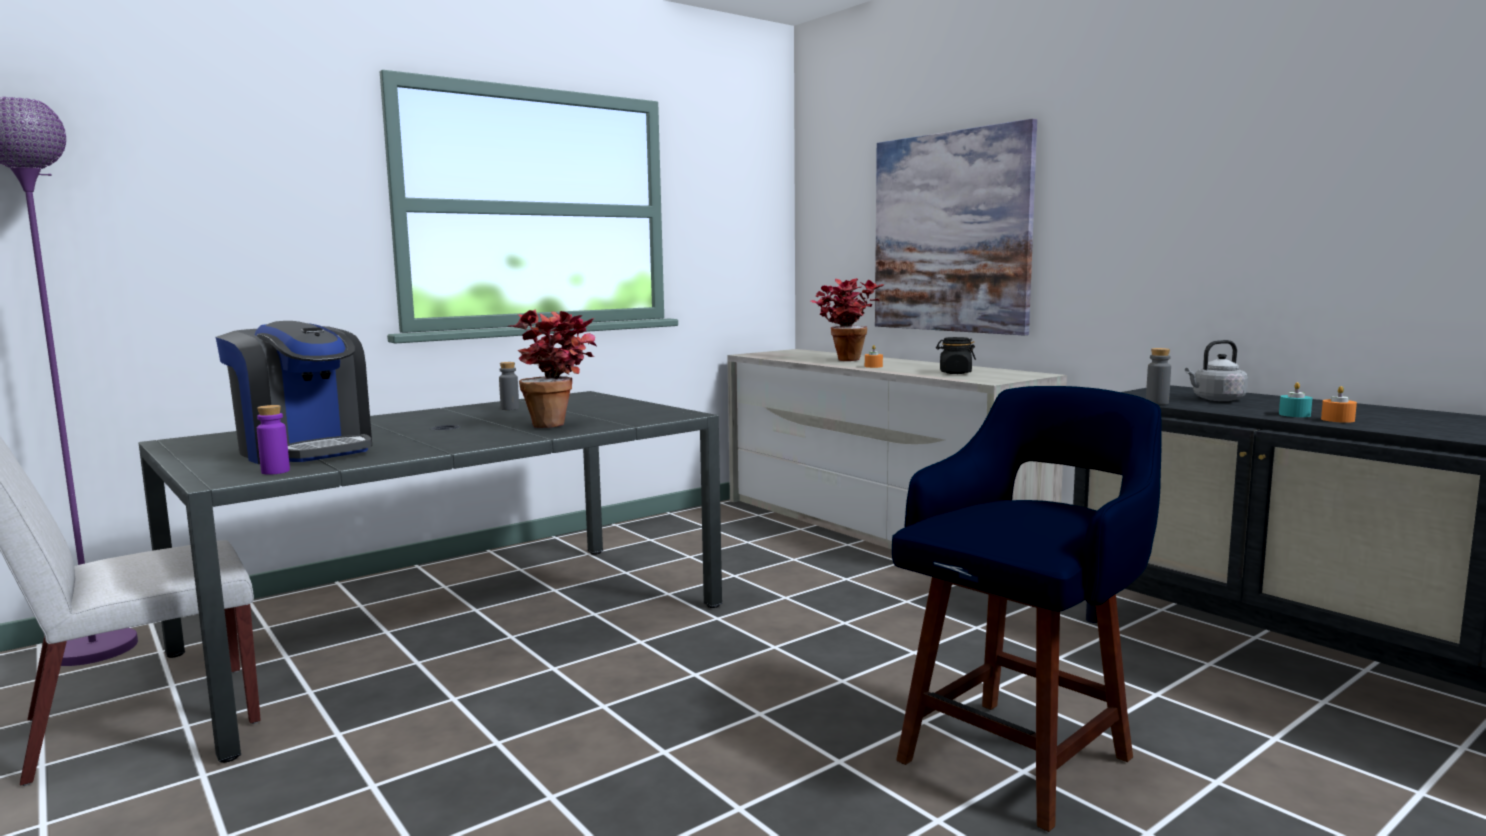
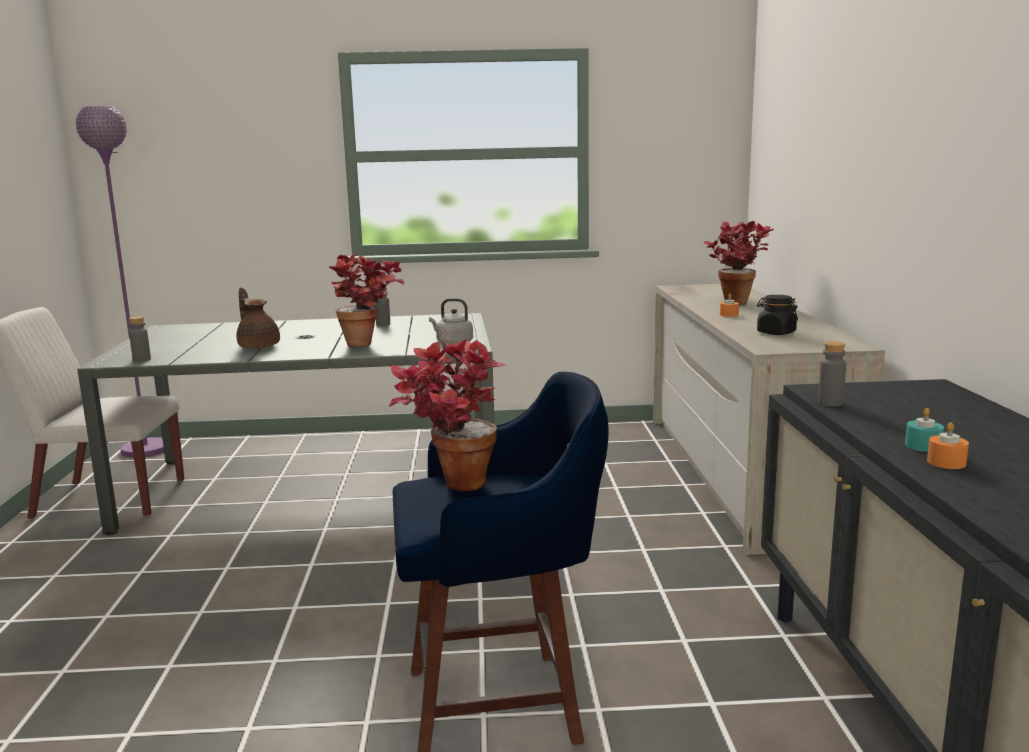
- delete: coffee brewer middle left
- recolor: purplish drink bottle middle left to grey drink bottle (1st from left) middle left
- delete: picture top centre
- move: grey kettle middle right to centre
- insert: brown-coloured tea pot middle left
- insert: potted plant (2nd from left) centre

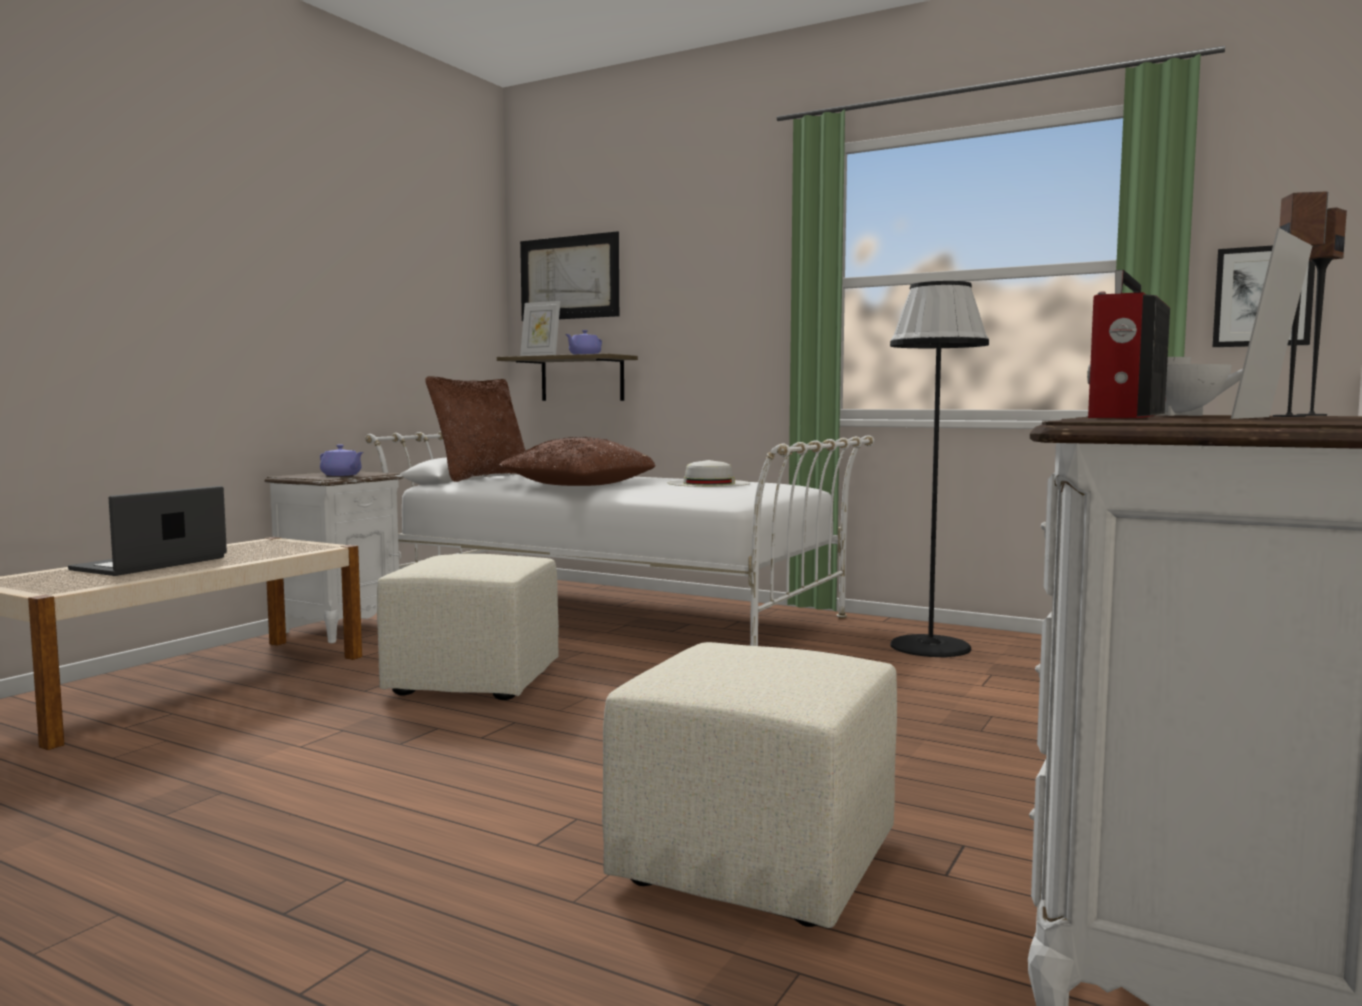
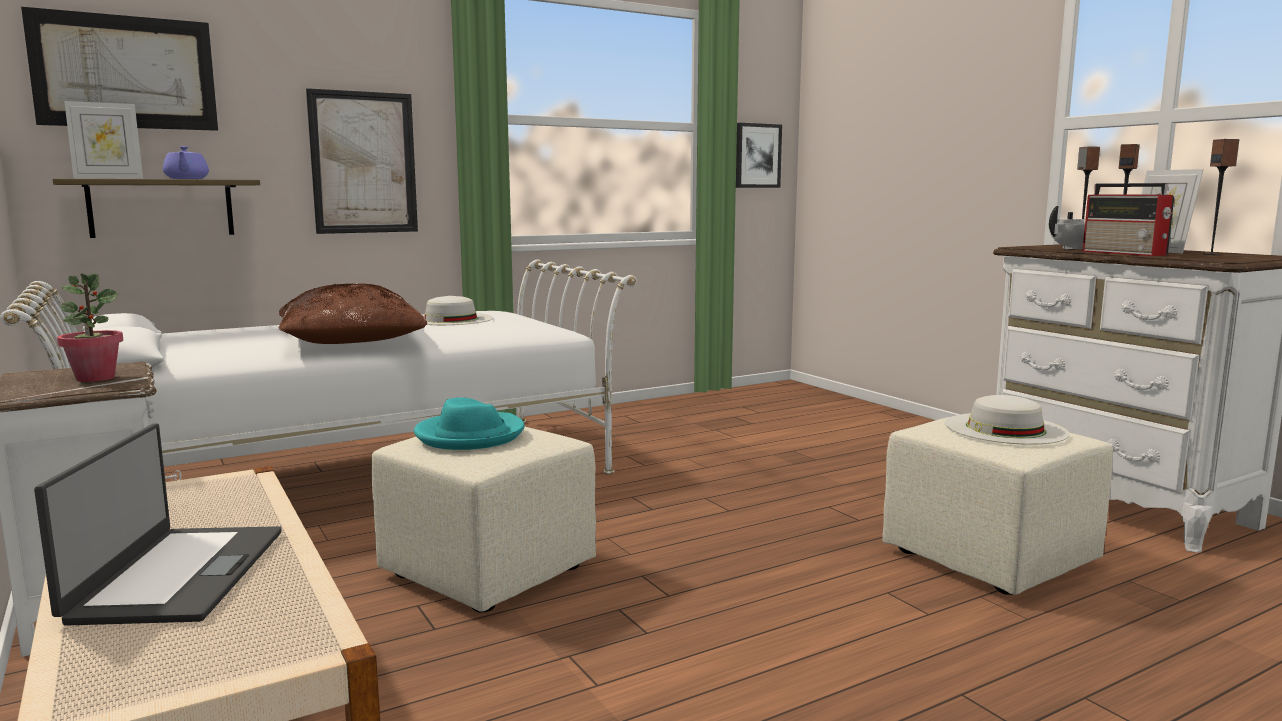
- rotate: portable computer middle left = bottom left 150 degrees counterclockwise
- replace: purplish tea pot (1st from left) middle left to potted plant middle left
- delete: brown-coloured cushion (1st from left) centre
- delete: blackish floor lamp middle right
- insert: picture (2nd from left) top left
- insert: turquoise-coloured hat centre
- insert: whitish hat (2nd from left) middle right
- insert: loudspeaker (3rd from left) top right

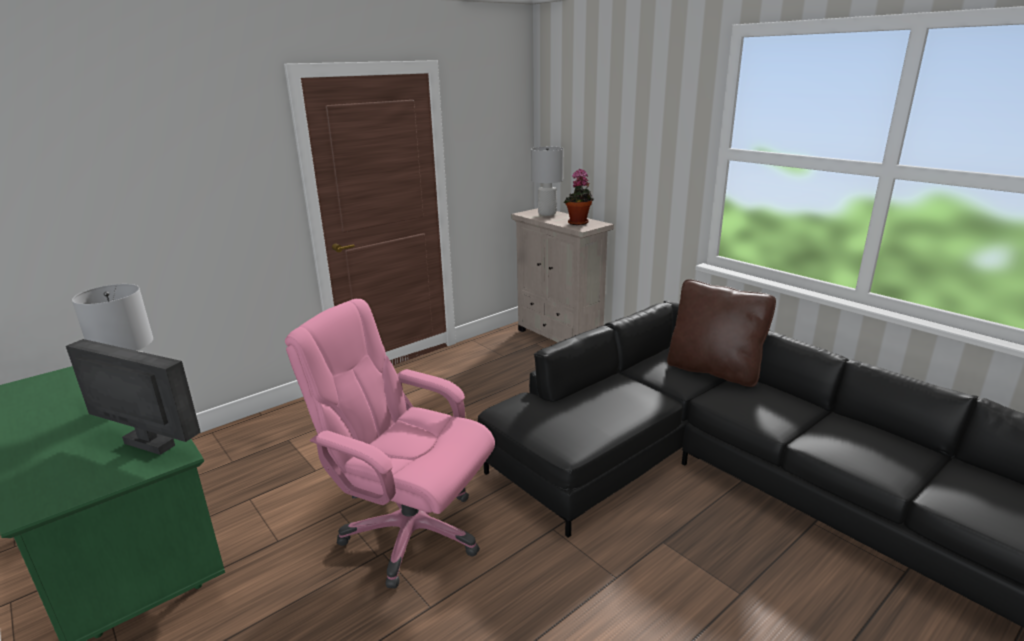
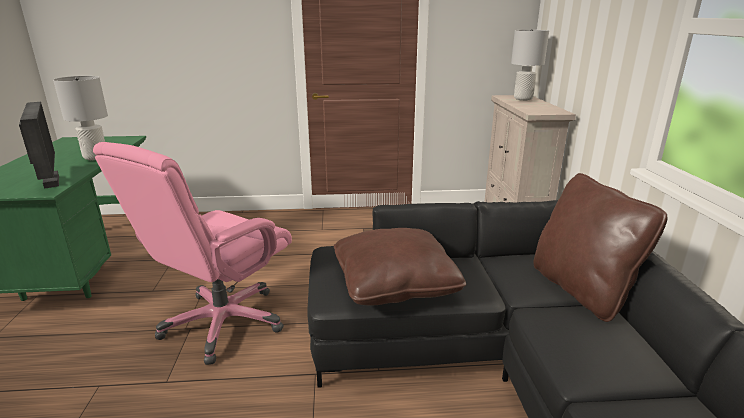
- rotate: pinkish computer chair bottom centre = middle left 120 degrees counterclockwise
- delete: potted plant top centre
- insert: brown-coloured cushion (1st from left) centre

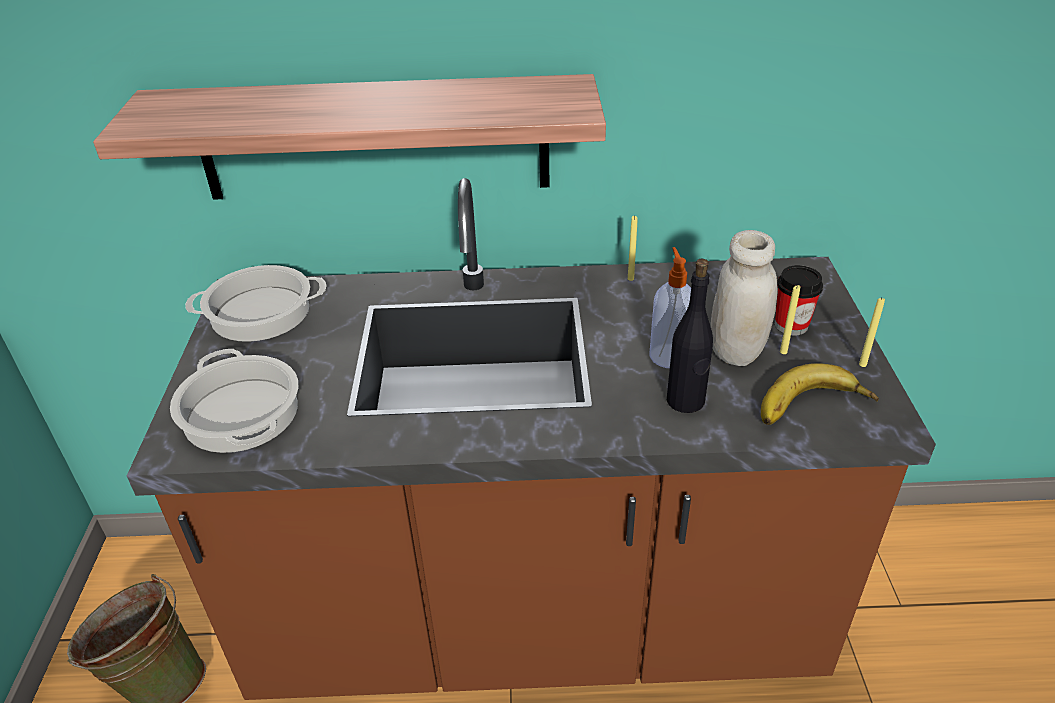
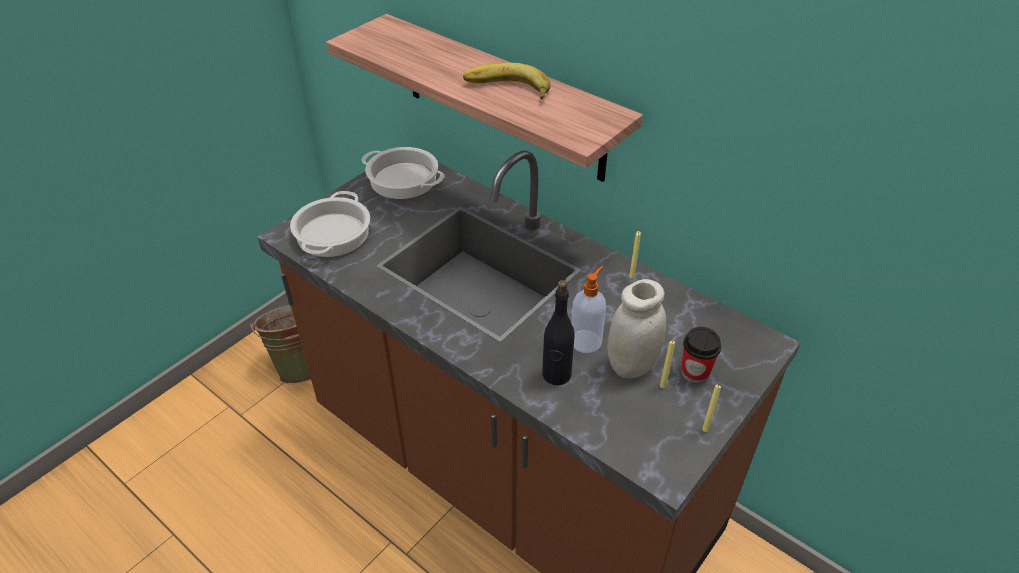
- move: banana middle right to top centre

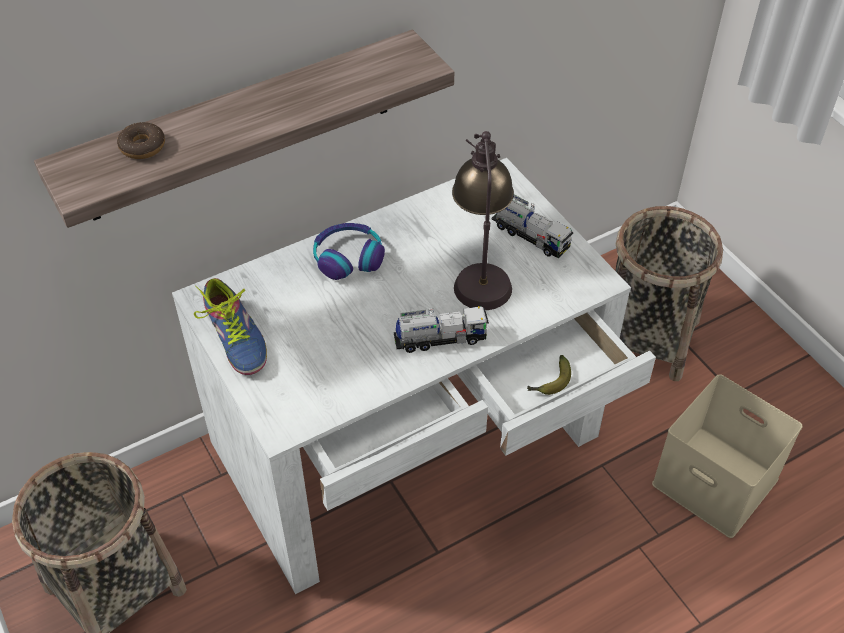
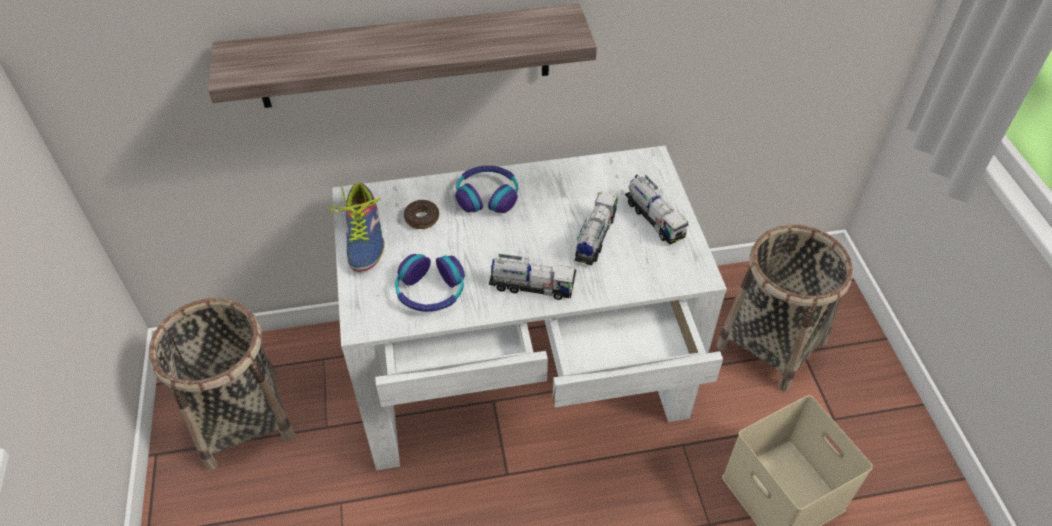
- move: donut top left to centre
- replace: lamp for a table centre to toy lorry (2nd from left) centre
- delete: banana centre
- insert: headphones (1st from left) centre

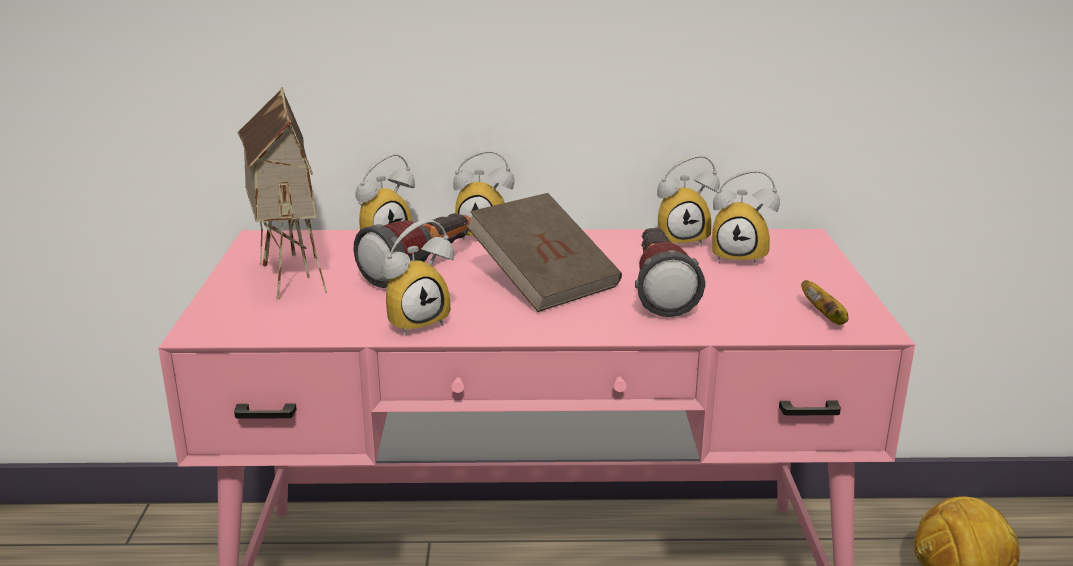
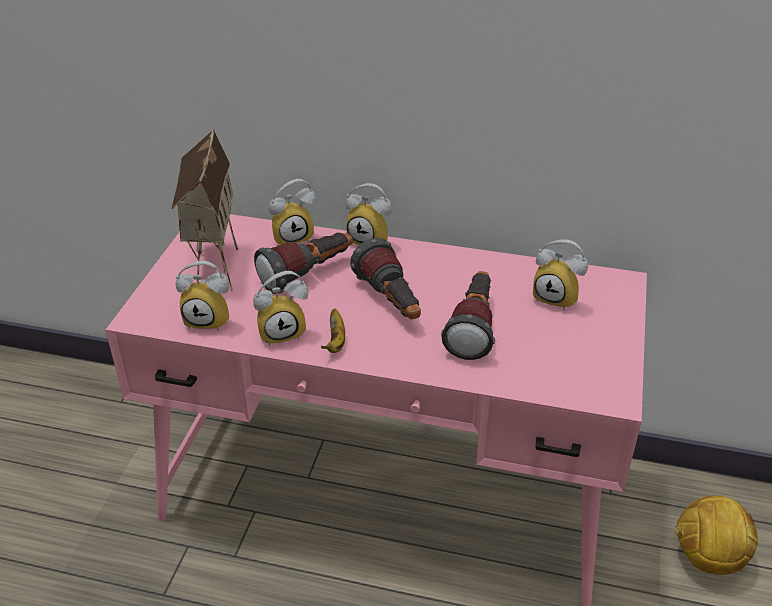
- replace: brown-coloured volume centre to flashlight (2nd from left) centre
- move: alarm clock (4th from left in the first image) centre to alarm clock (1st from left) middle left
- move: banana middle right to centre

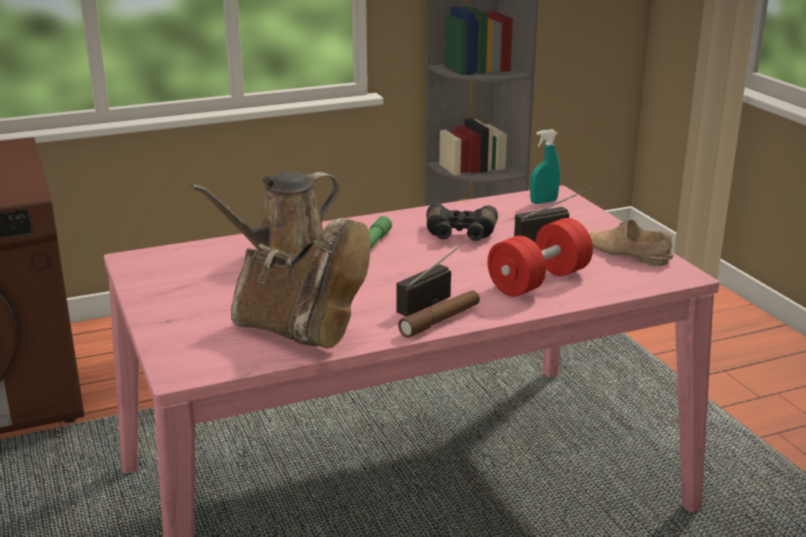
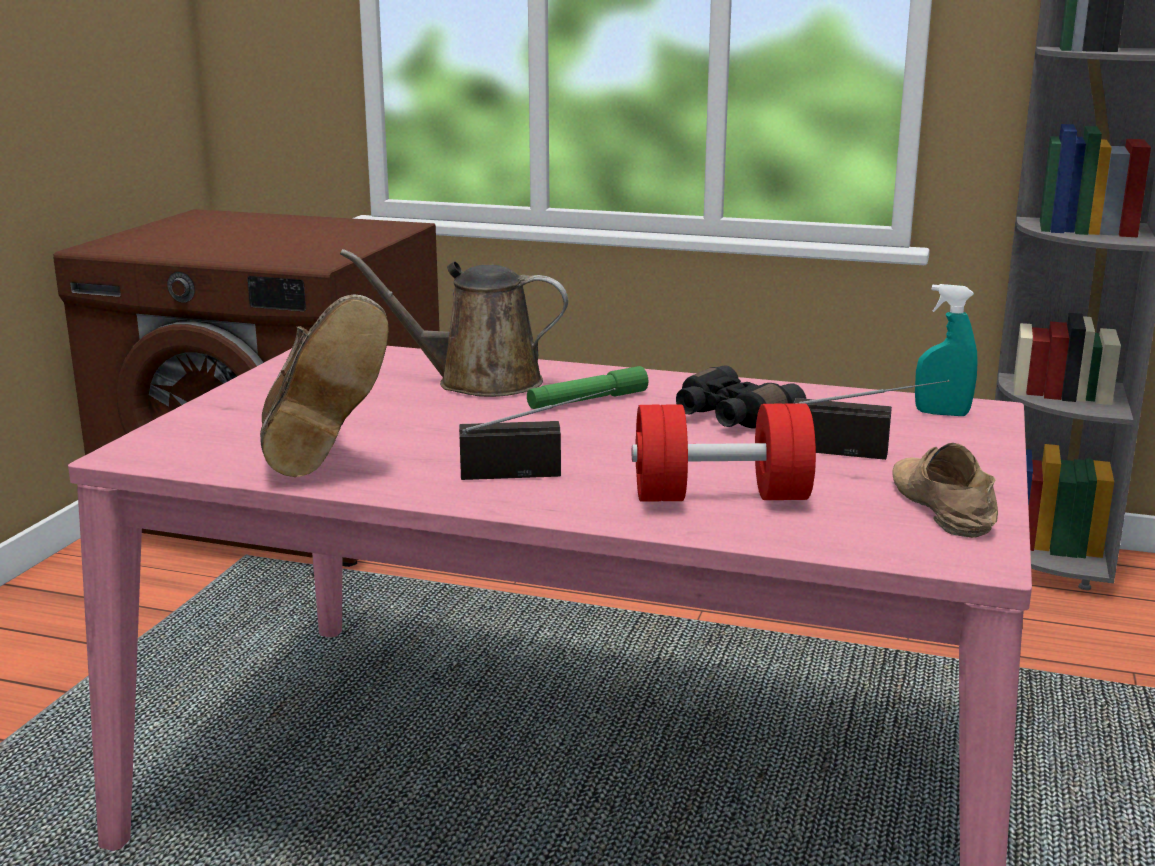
- delete: brown-coloured flashlight centre

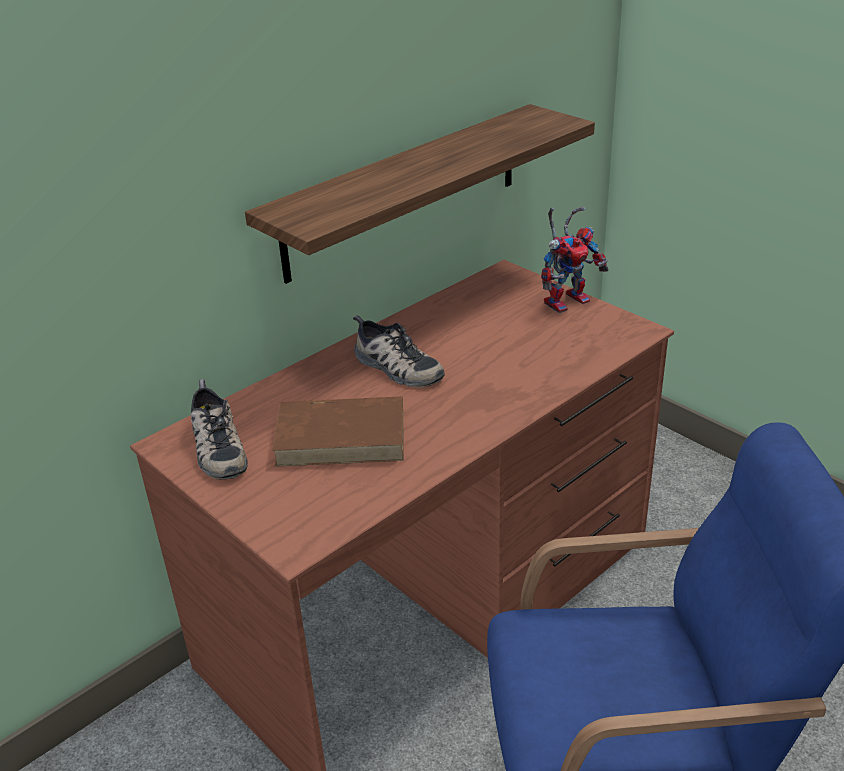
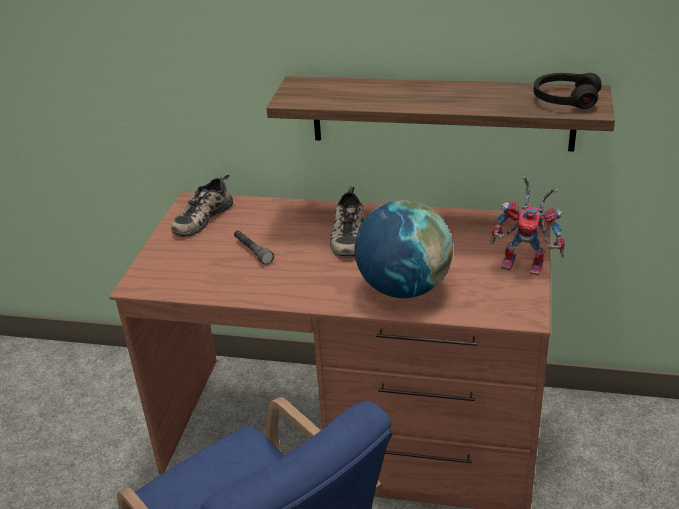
- replace: brown-coloured volume centre to grey flashlight centre
- insert: world globe centre
- insert: blackish headphones top right

